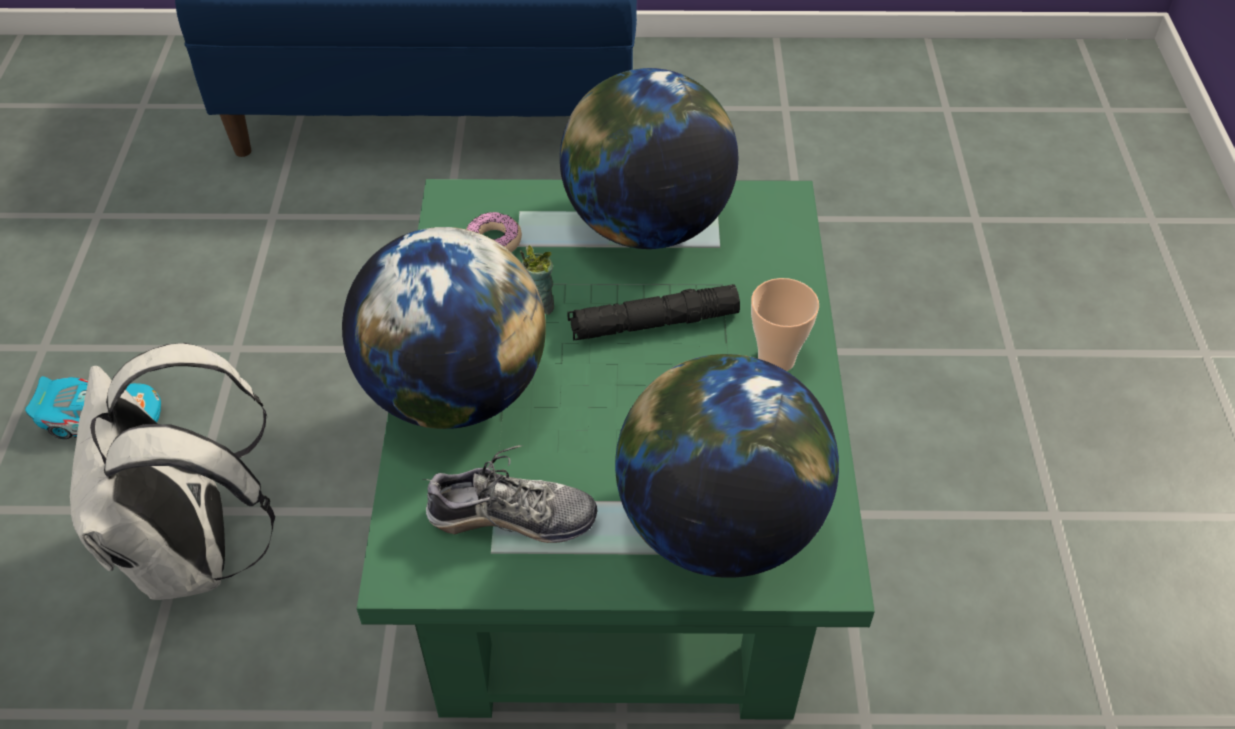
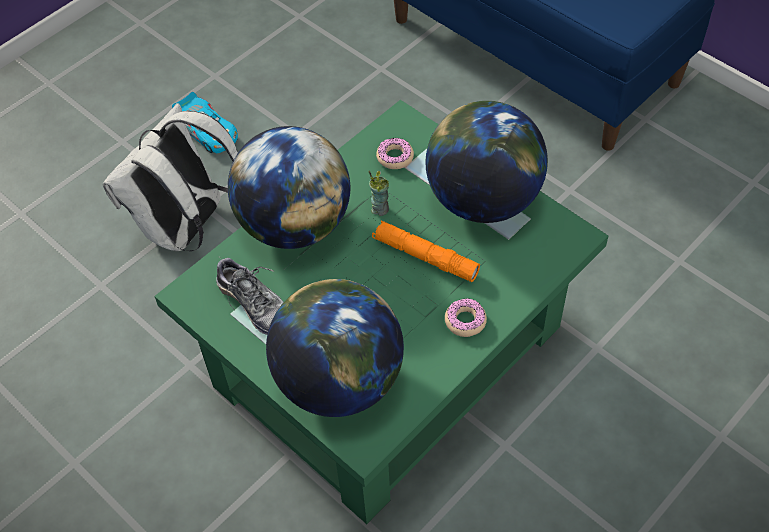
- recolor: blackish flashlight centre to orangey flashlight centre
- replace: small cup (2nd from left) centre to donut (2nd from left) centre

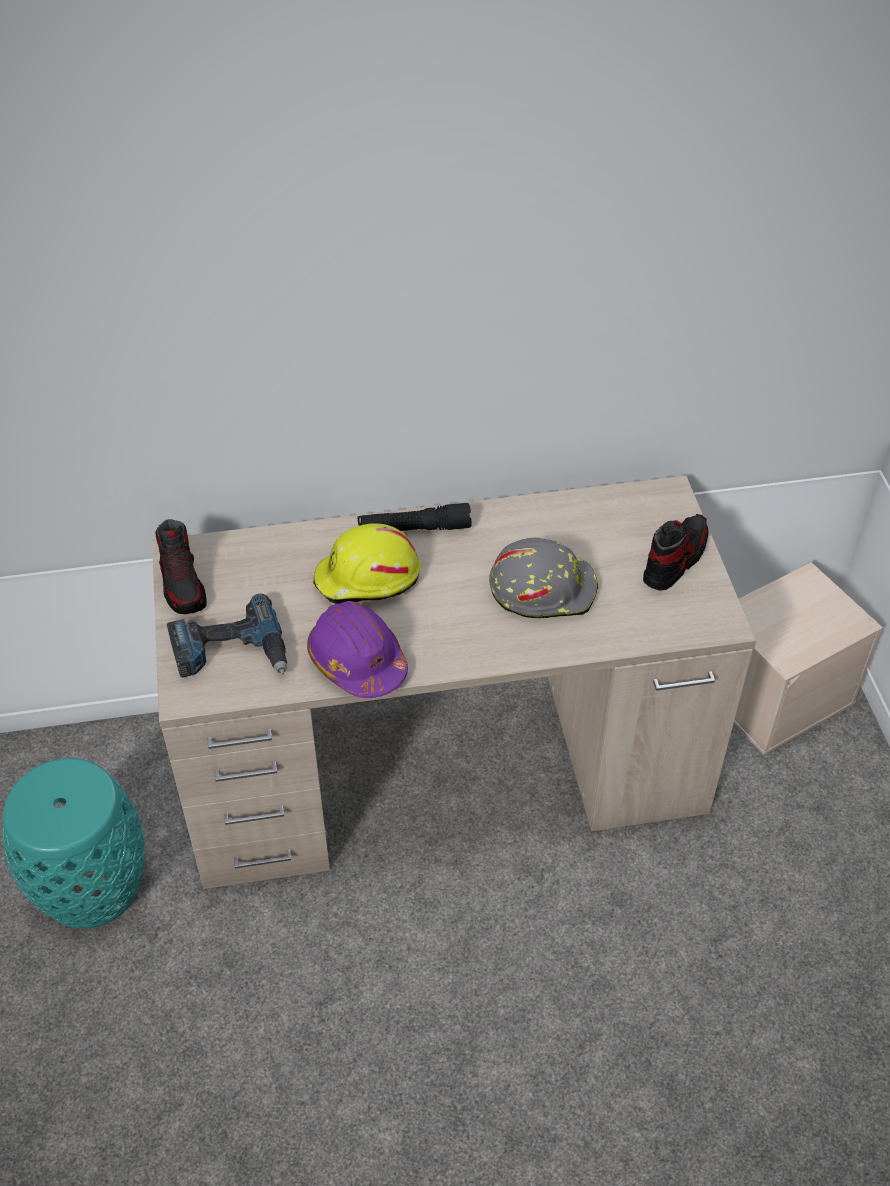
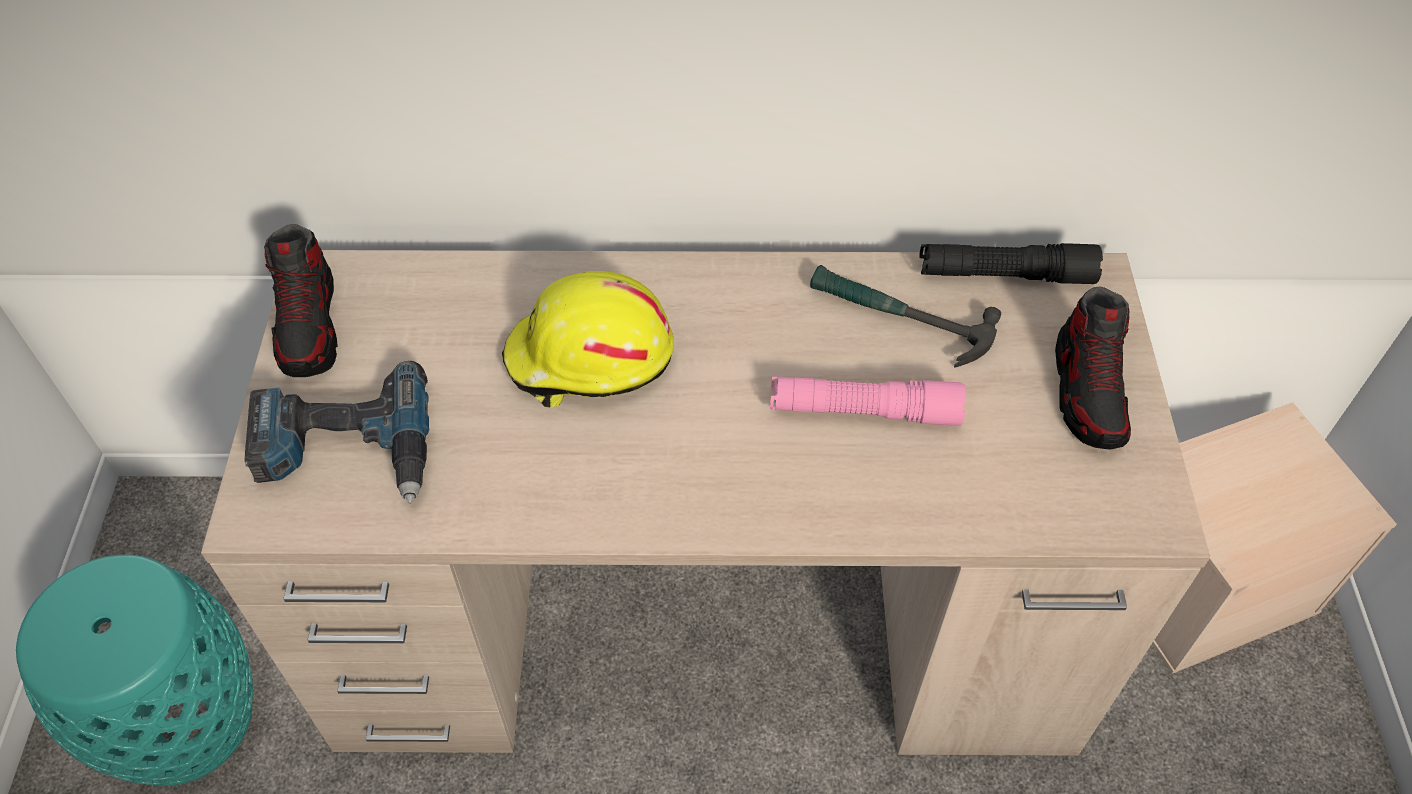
- delete: purplish work helmet centre
- move: blackish flashlight centre to top right
- replace: grey work helmet centre to pinkish flashlight centre
- rotate: shoe (2nd from left) middle right = middle right 135 degrees clockwise
- insert: hammer centre

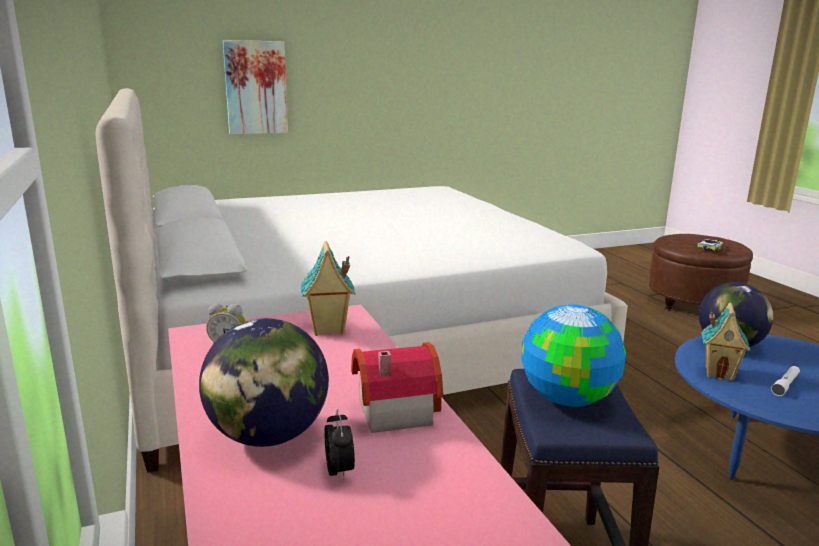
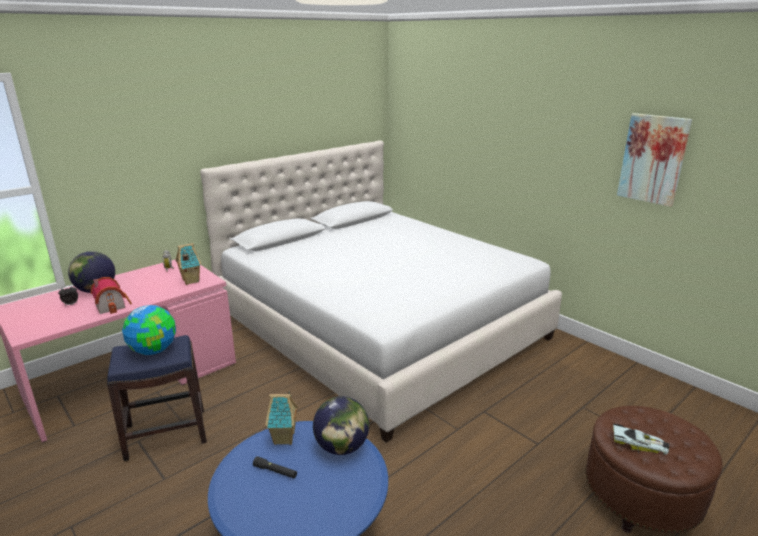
- move: picture top left to top right
- recolor: whitish flashlight bottom right to blackish flashlight bottom centre

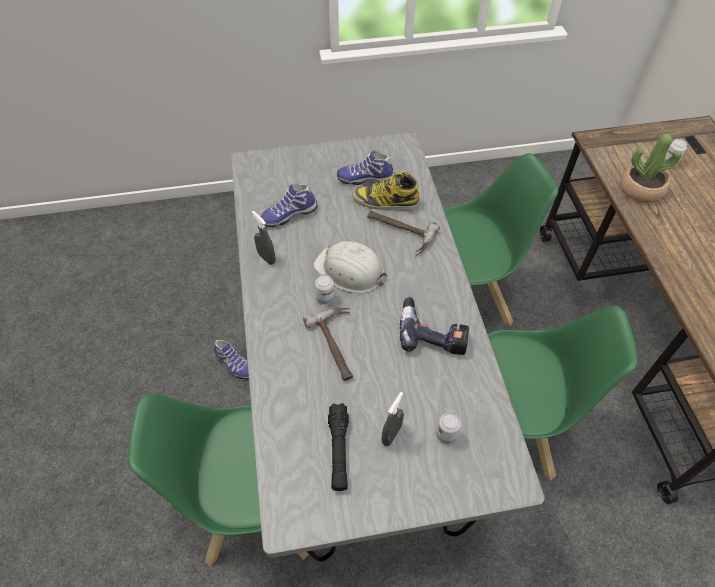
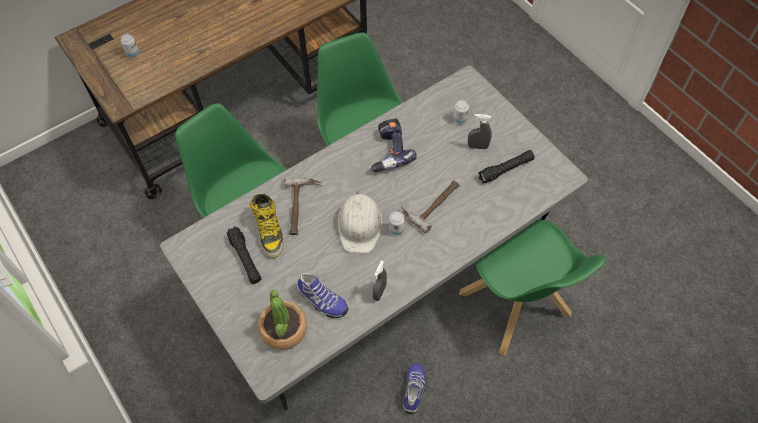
- replace: shoe (3rd from left) top centre to blackish flashlight (1st from left) middle left
- move: potted plant top right to bottom centre

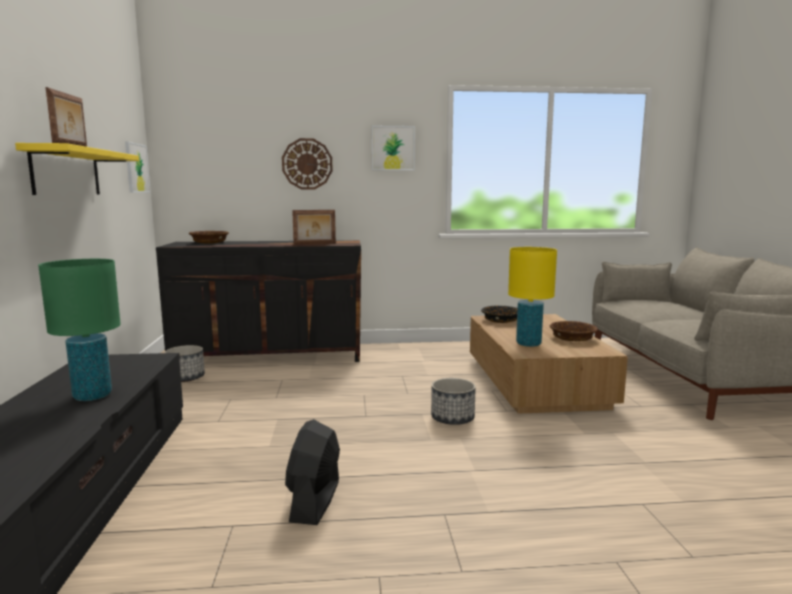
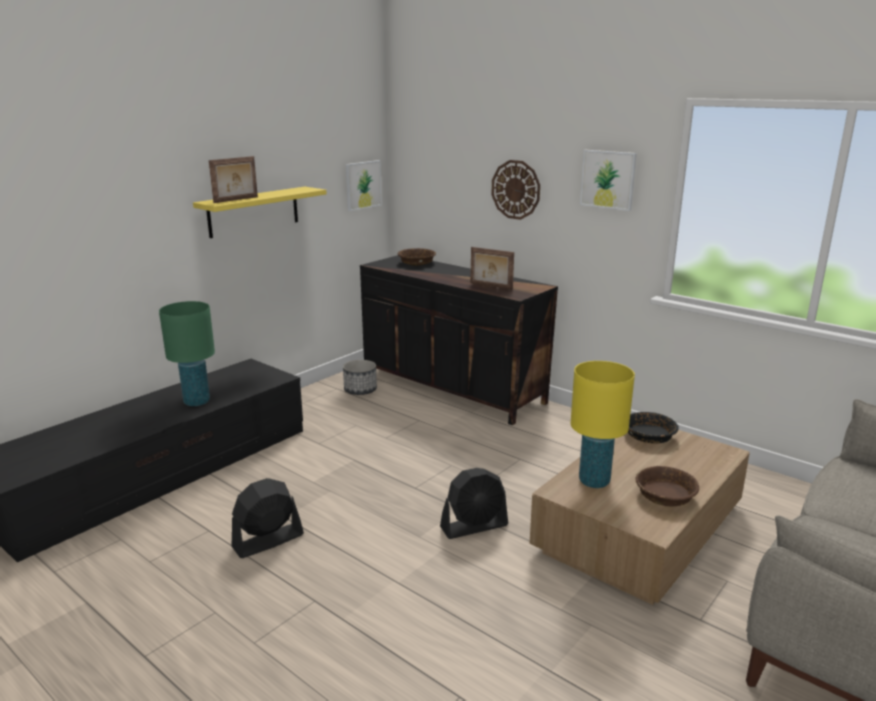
- replace: flower pot (2nd from left) bottom centre to blackish cooling fan (2nd from left) bottom centre

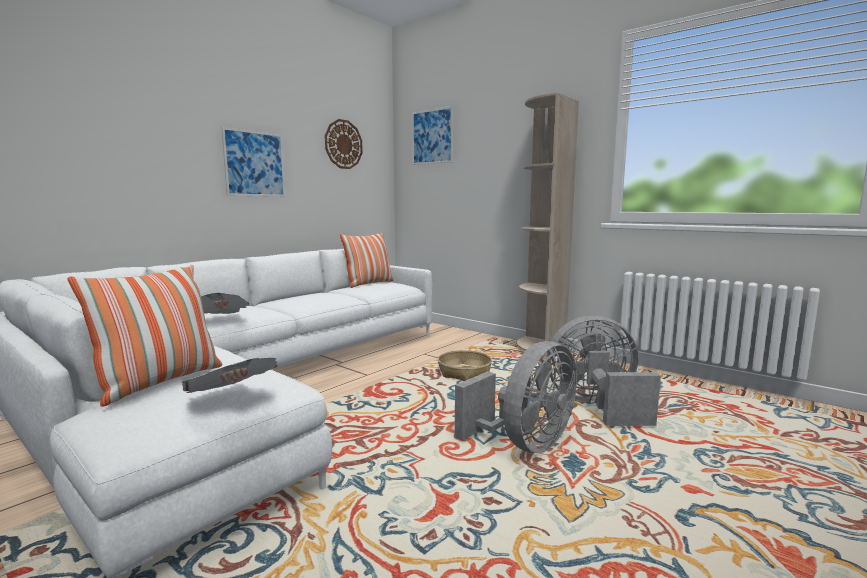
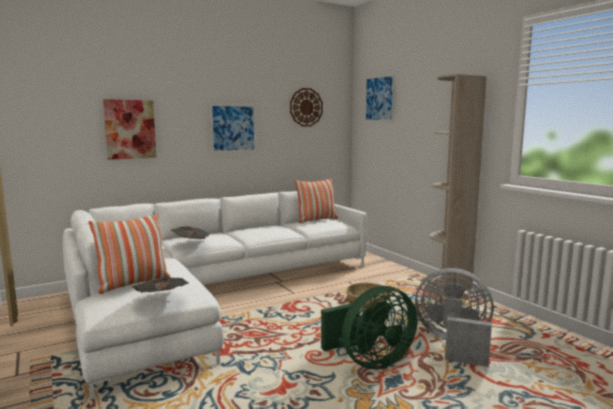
- recolor: grey cooling fan (1st from left) bottom centre to green cooling fan bottom centre
- insert: picture (1st from left) top left

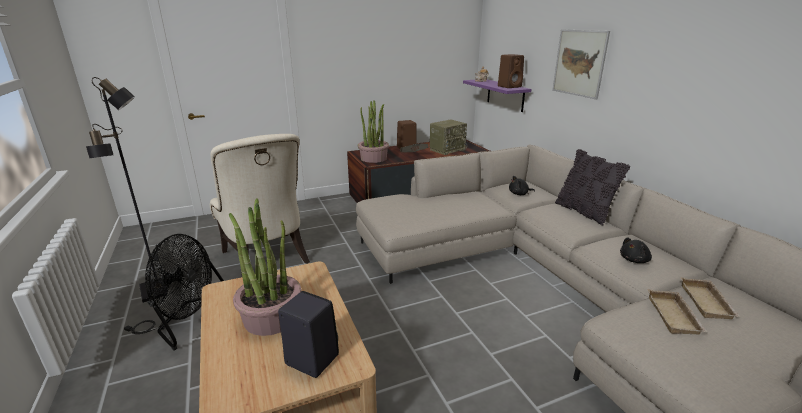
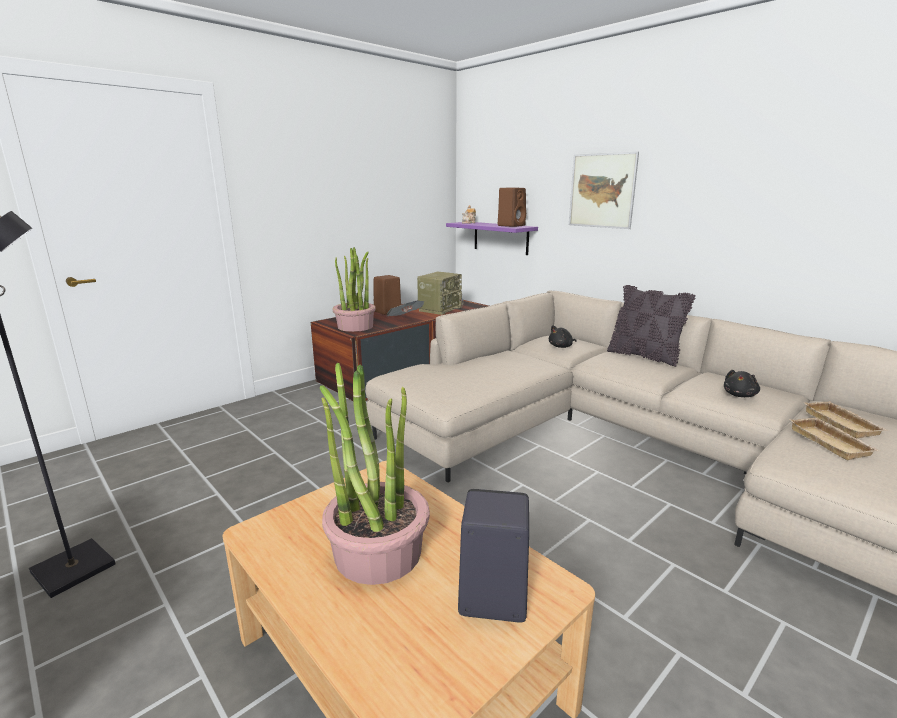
- delete: blackish cooling fan bottom left
- delete: sand-coloured armchair middle left

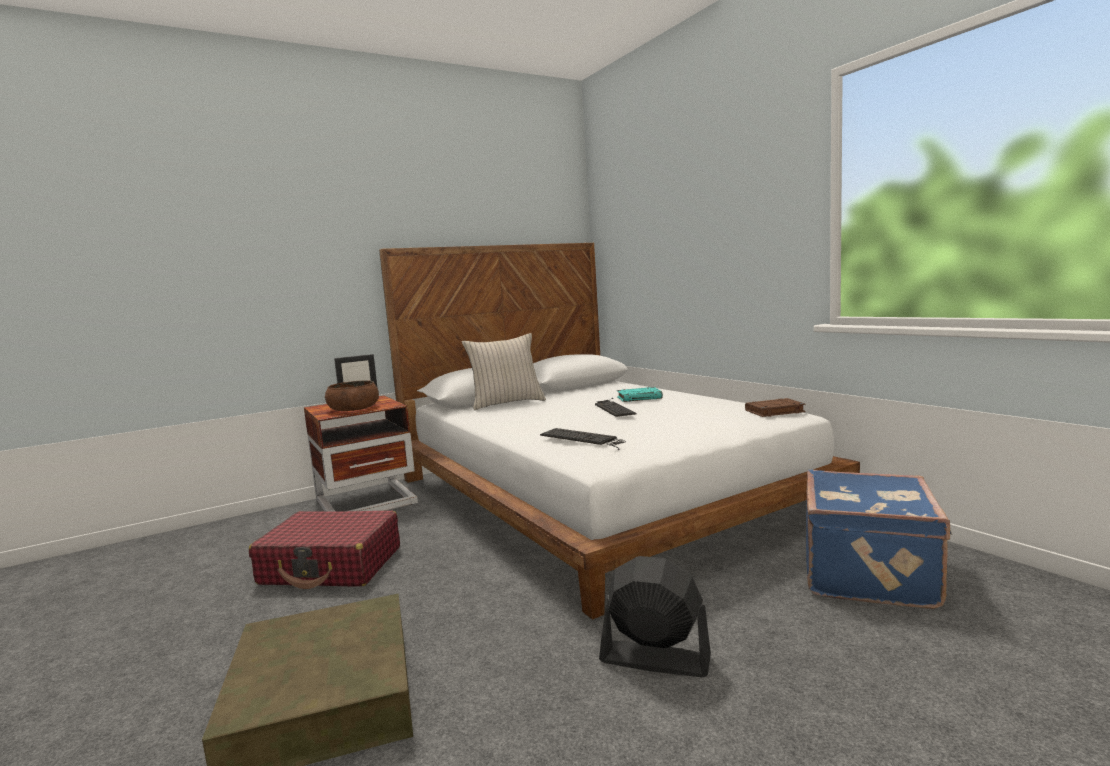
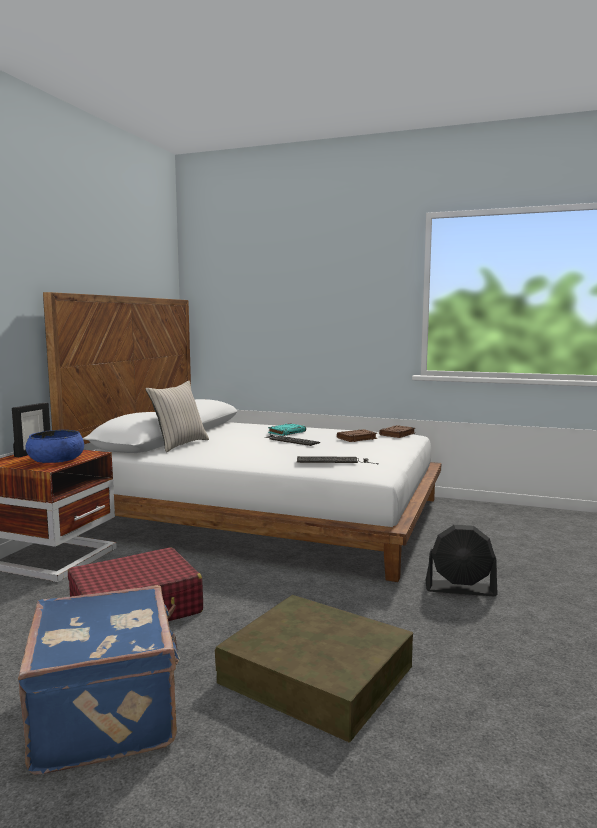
- recolor: brown-coloured bowl middle left to blue bowl middle left
- rotate: blackish cooling fan bottom centre = bottom right 150 degrees counterclockwise
- move: blue suitcase bottom right to bottom left
- insert: brown-coloured volume (1st from left) centre

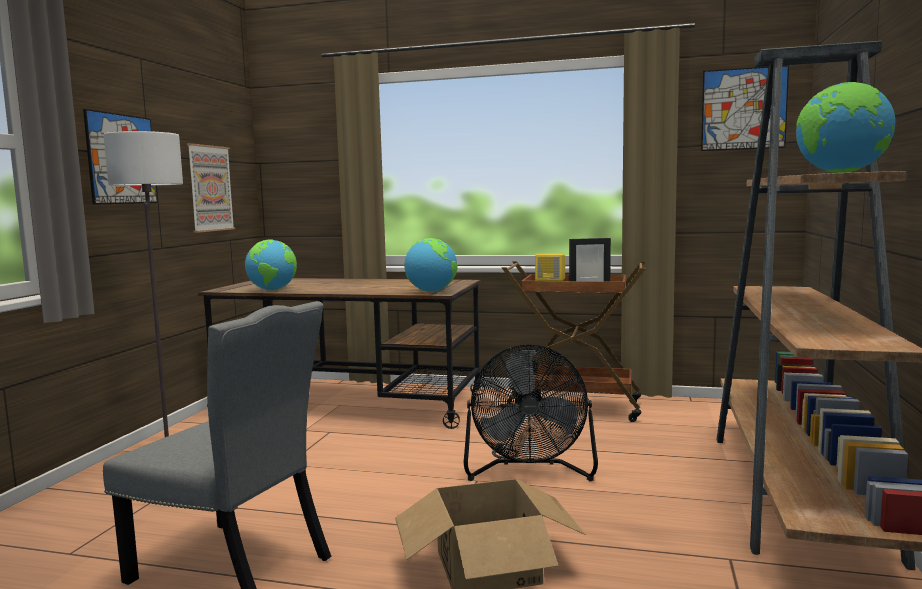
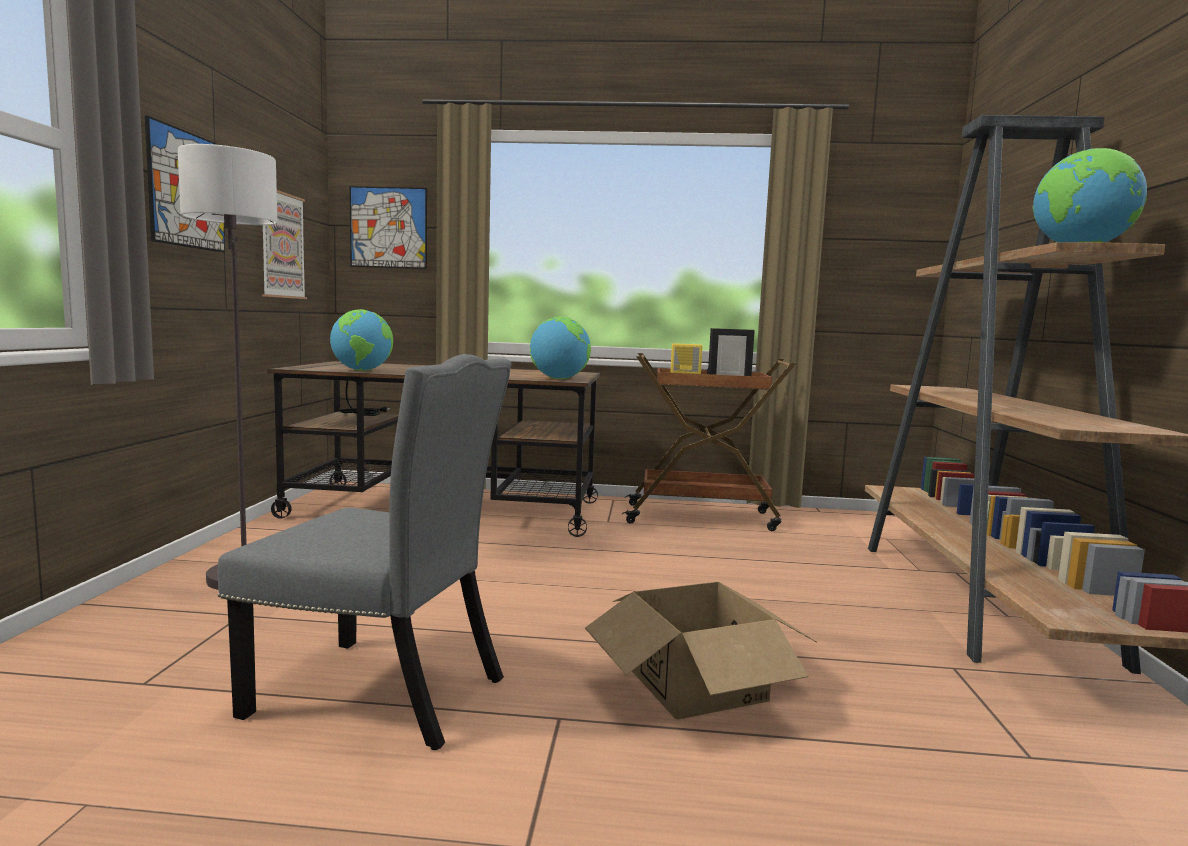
- delete: blackish cooling fan bottom centre
- move: picture (3rd from left) top right to top left

